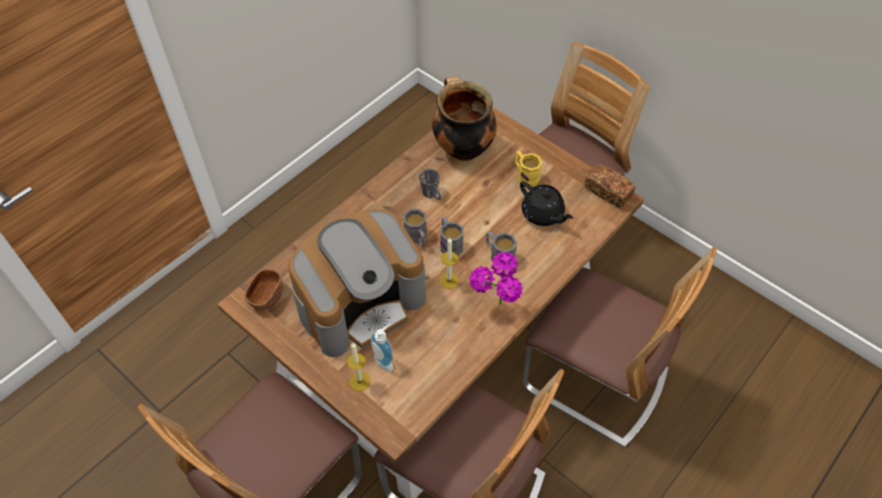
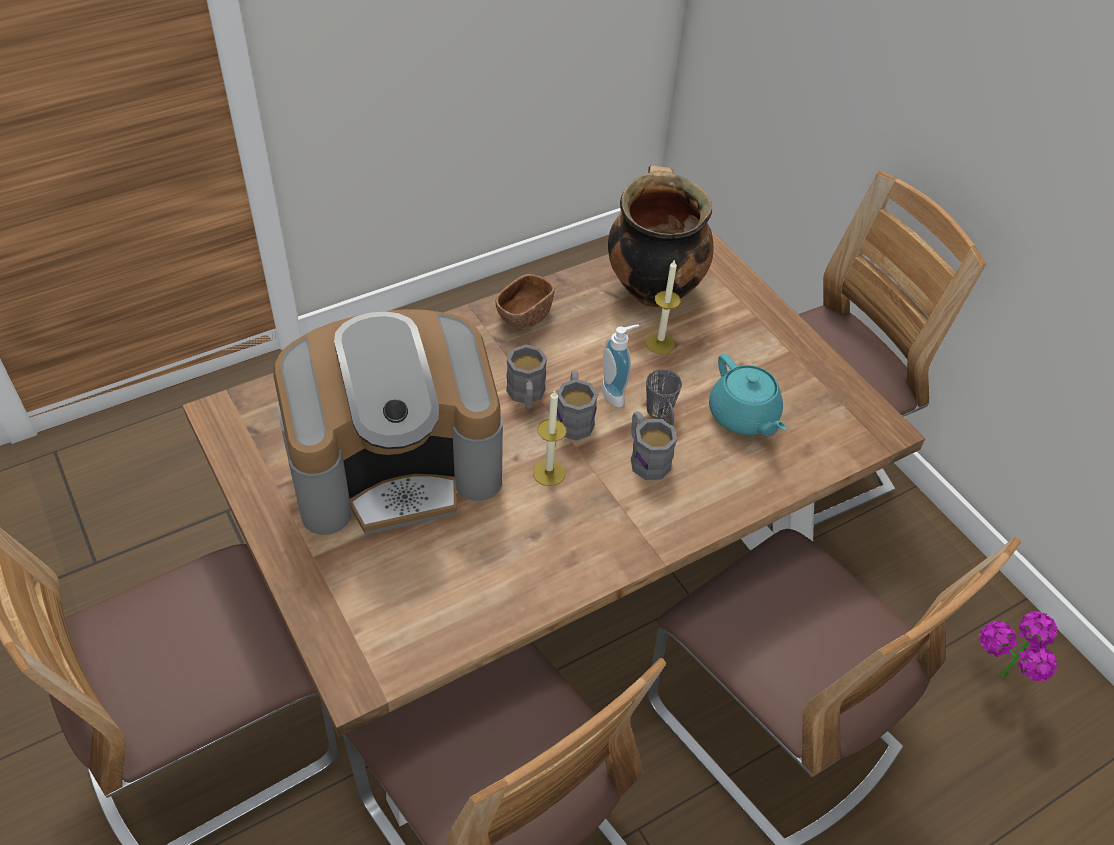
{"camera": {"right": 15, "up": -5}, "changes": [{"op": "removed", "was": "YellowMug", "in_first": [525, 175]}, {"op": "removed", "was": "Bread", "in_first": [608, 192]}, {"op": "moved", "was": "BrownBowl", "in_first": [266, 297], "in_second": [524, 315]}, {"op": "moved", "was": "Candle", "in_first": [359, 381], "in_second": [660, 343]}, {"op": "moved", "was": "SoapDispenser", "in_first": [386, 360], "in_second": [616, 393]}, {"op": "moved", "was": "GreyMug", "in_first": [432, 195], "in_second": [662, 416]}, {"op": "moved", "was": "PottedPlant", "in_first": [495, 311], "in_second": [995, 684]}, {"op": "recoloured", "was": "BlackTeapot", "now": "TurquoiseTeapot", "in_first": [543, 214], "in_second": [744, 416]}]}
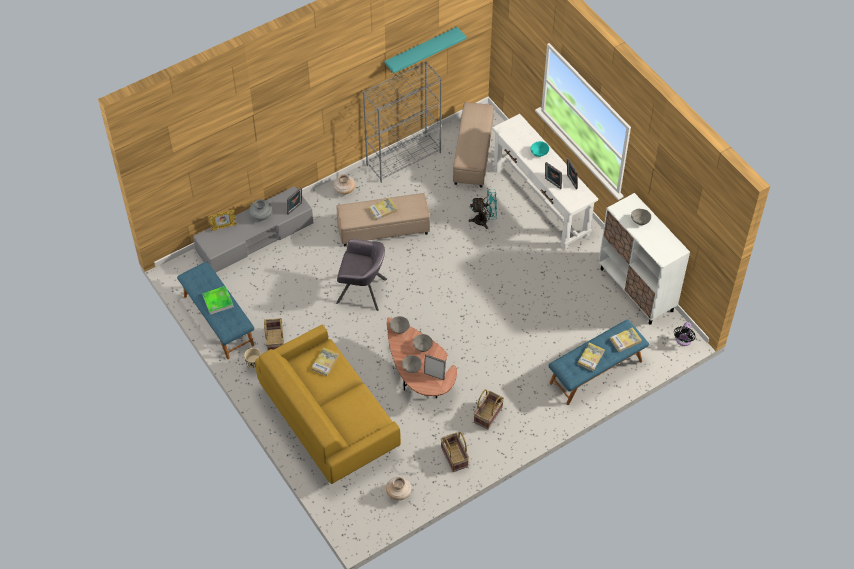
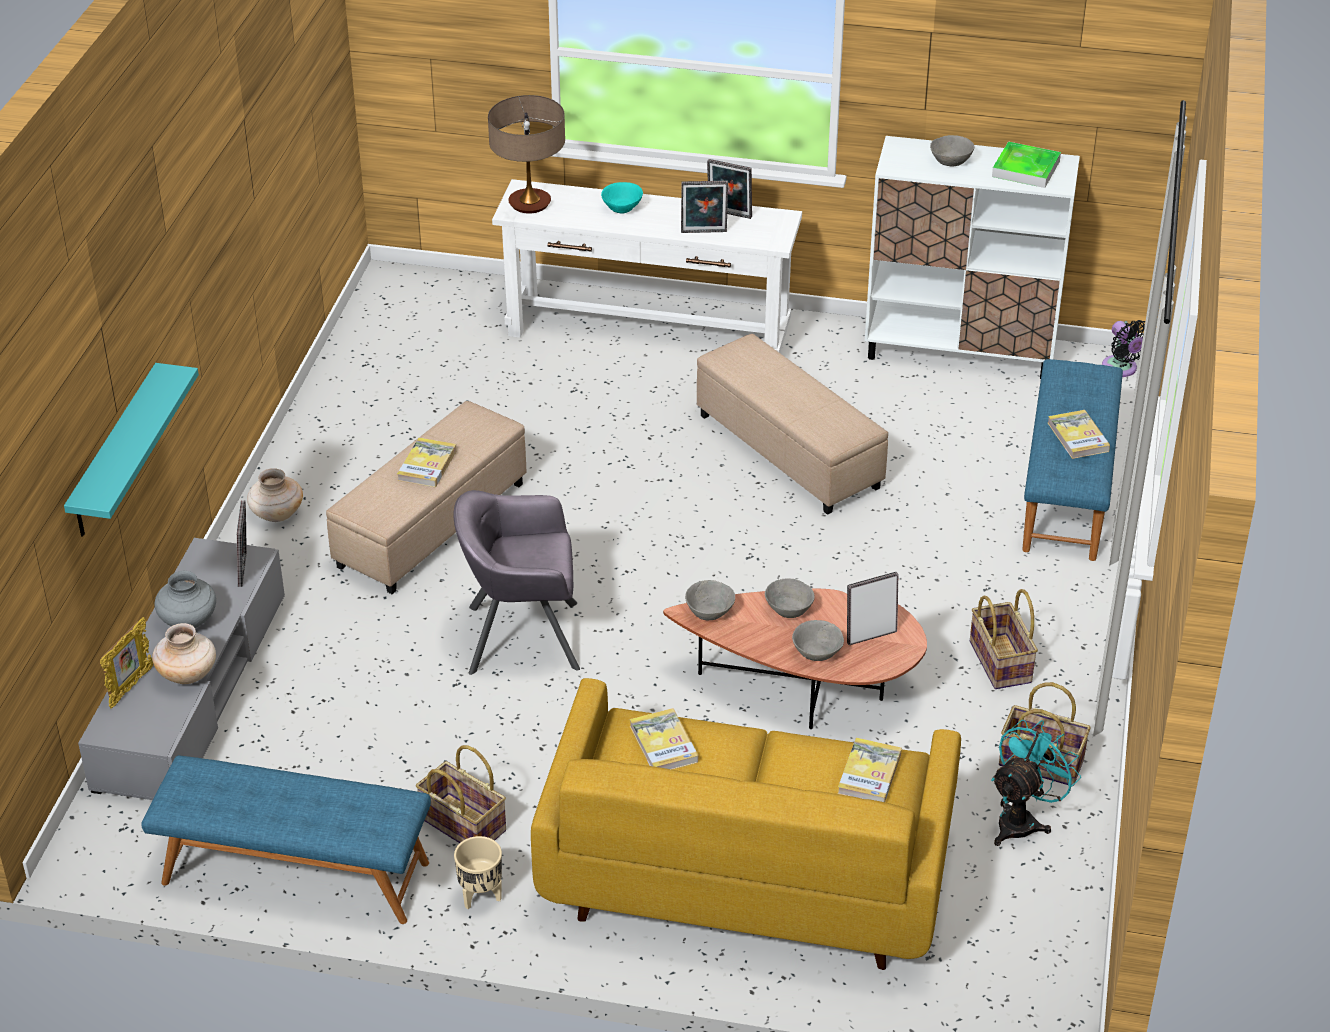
{"camera": {"right": -45, "up": -15}, "changes": [{"op": "removed", "was": "GreyBookcase", "in_first": [404, 158]}, {"op": "added", "now": "TableLamp", "in_second": [529, 203]}, {"op": "moved", "was": "Tray", "in_first": [218, 301], "in_second": [1026, 169]}, {"op": "moved", "was": "TurquoiseShelf", "in_first": [421, 50], "in_second": [115, 453]}, {"op": "moved", "was": "BeigeVase", "in_first": [399, 493], "in_second": [188, 675]}, {"op": "moved", "was": "BeigeOttoman", "in_first": [473, 154], "in_second": [789, 451]}, {"op": "moved", "was": "TurquoiseFan", "in_first": [484, 220], "in_second": [1022, 820]}, {"op": "moved", "was": "Book", "in_first": [625, 340], "in_second": [869, 774]}, {"op": "turned", "was": "GreyArmchair", "in_first": [362, 291], "in_second": [522, 637], "clockwise": -150}]}
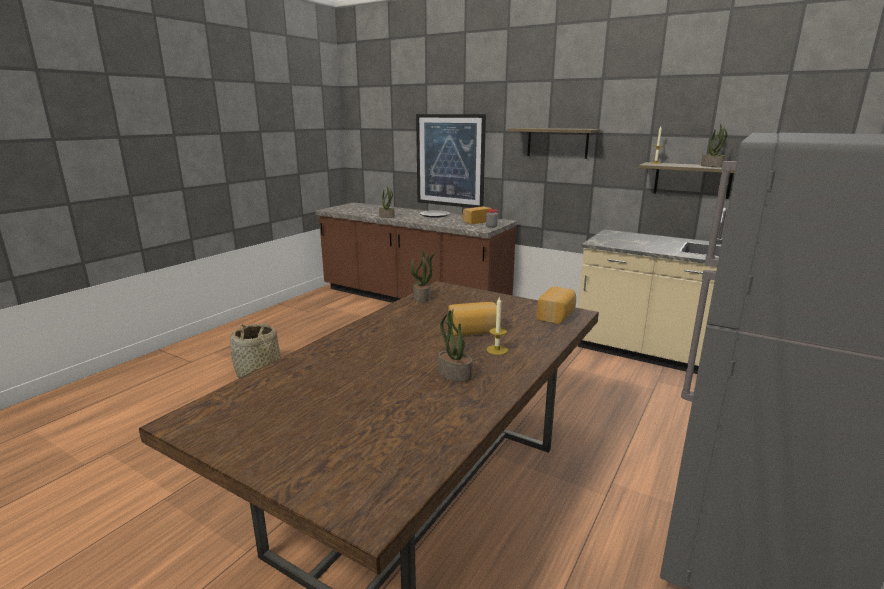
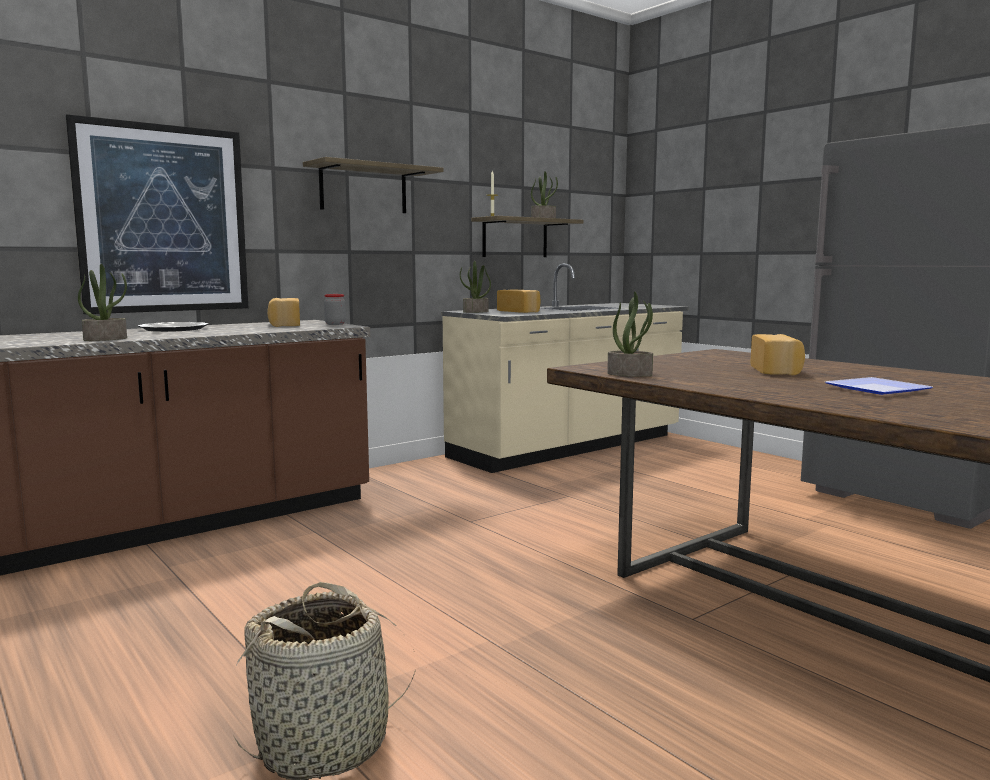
{"camera": {"right": -70, "up": -10}, "changes": [{"op": "removed", "was": "Candle", "in_first": [497, 350]}, {"op": "added", "now": "Plate", "in_second": [881, 390]}, {"op": "moved", "was": "PottedPlant", "in_first": [454, 374], "in_second": [475, 312]}, {"op": "moved", "was": "Bread", "in_first": [557, 315], "in_second": [519, 311]}]}
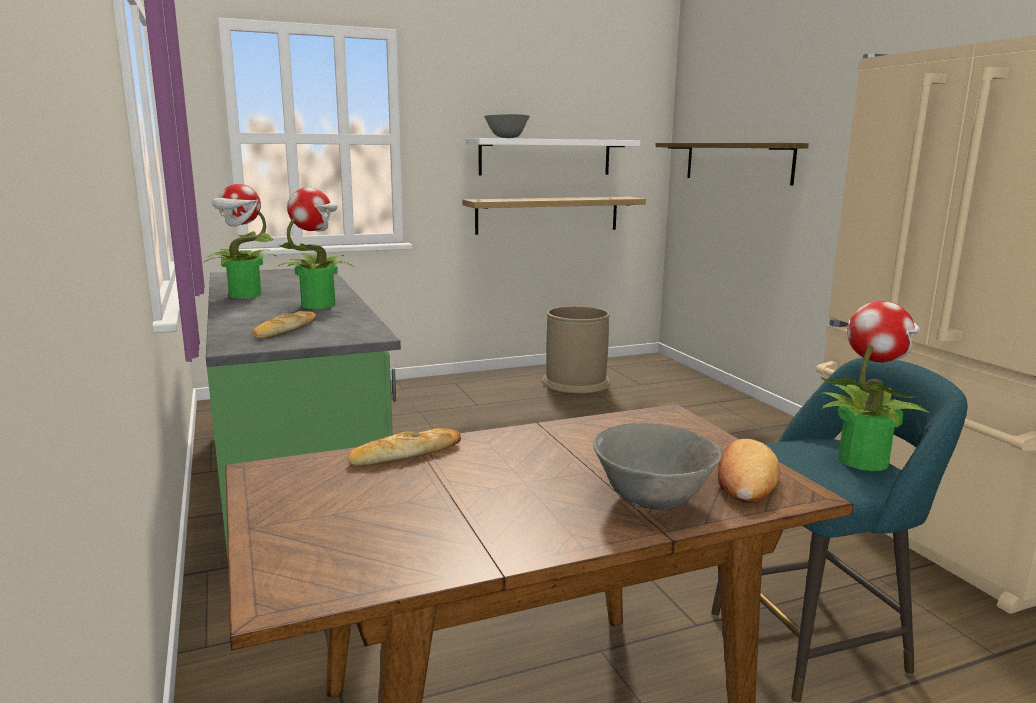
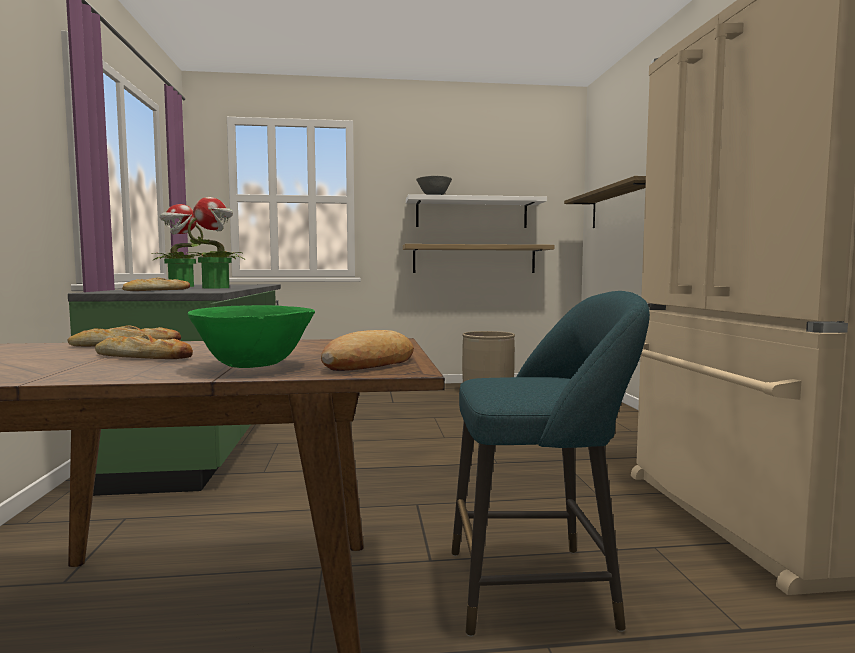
{"camera": {"right": 15, "up": -10}, "changes": [{"op": "removed", "was": "PottedPlant", "in_first": [862, 460]}, {"op": "added", "now": "Bread", "in_second": [143, 357]}, {"op": "recoloured", "was": "GreyBowl", "now": "GreenBowl", "in_first": [652, 500], "in_second": [255, 366]}]}
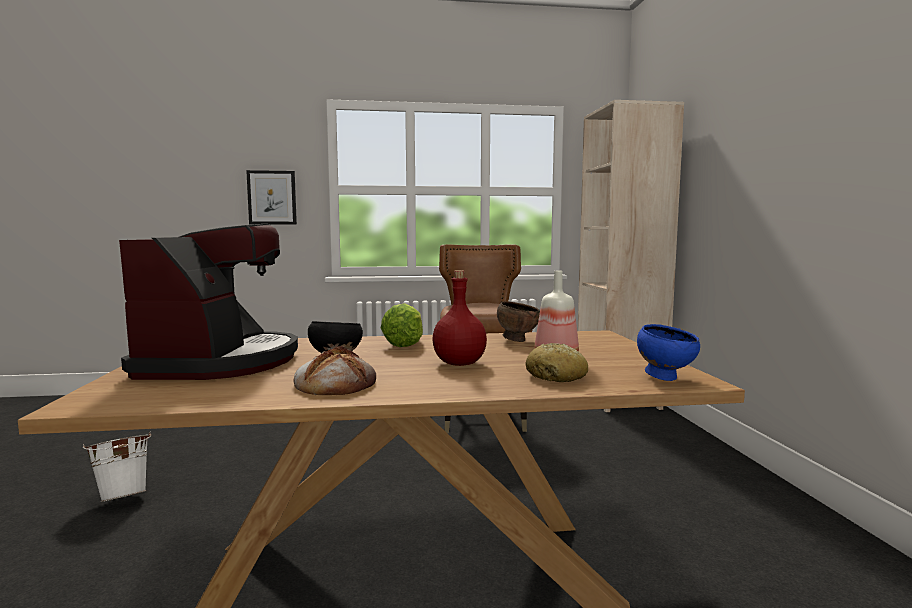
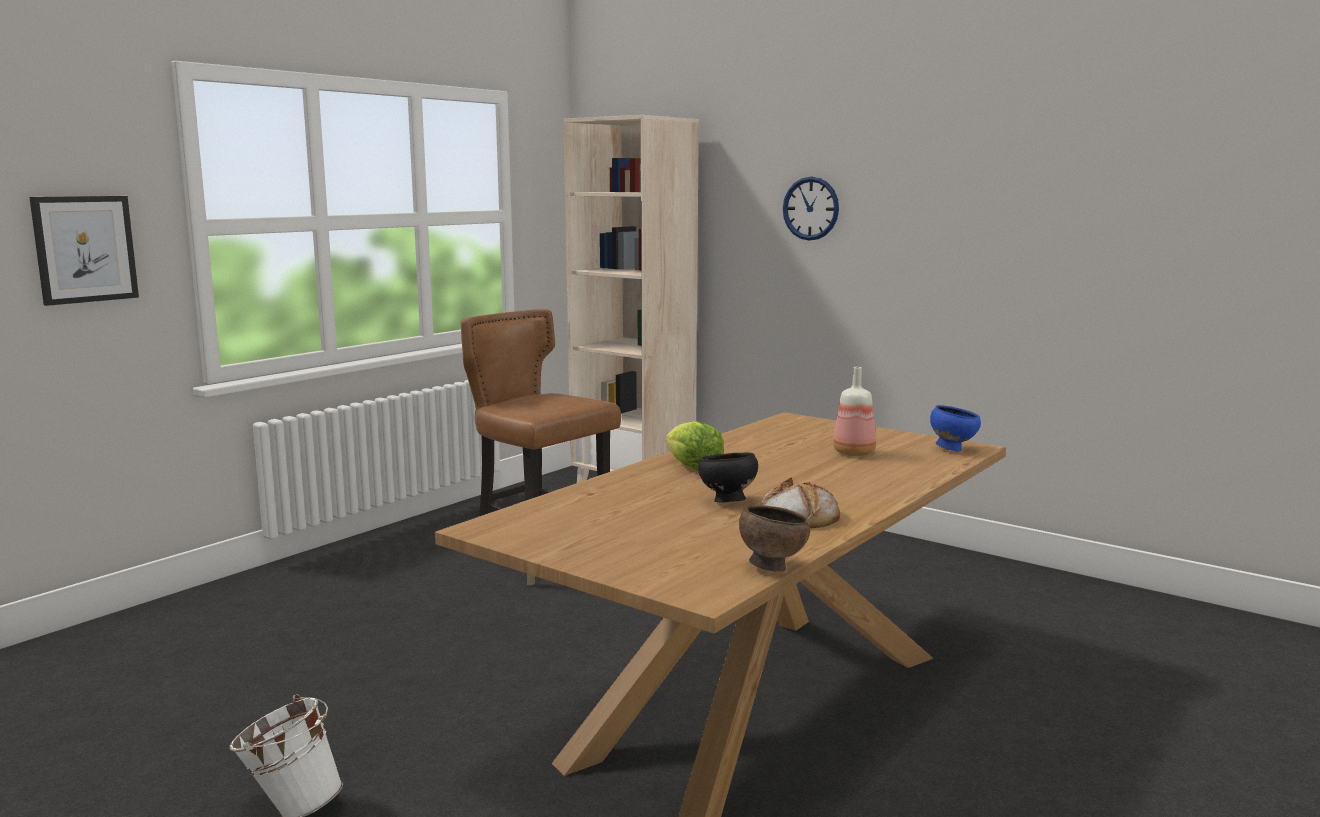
{"camera": {"right": -45, "up": 5}, "changes": [{"op": "removed", "was": "CoffeeMachine", "in_first": [221, 362]}, {"op": "removed", "was": "RedBottle", "in_first": [458, 363]}, {"op": "removed", "was": "Bread", "in_first": [556, 377]}, {"op": "added", "now": "WallClock", "in_second": [810, 208]}, {"op": "moved", "was": "BrownBowl", "in_first": [517, 340], "in_second": [772, 567]}]}
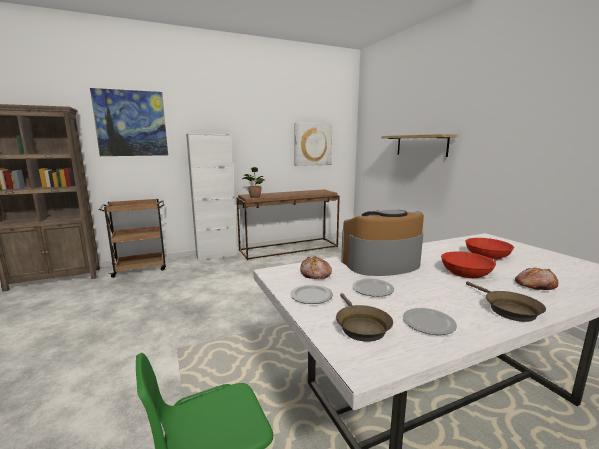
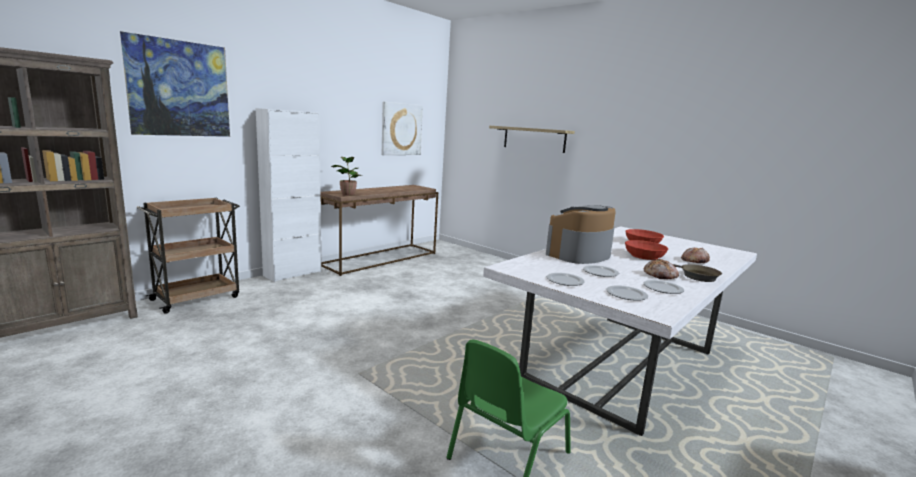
{"camera": {"right": -25, "up": 0}, "changes": [{"op": "moved", "was": "Bread", "in_first": [315, 274], "in_second": [660, 275]}, {"op": "replaced", "was": "BrownFryingPan", "now": "Plate", "in_first": [360, 326], "in_second": [626, 295]}]}
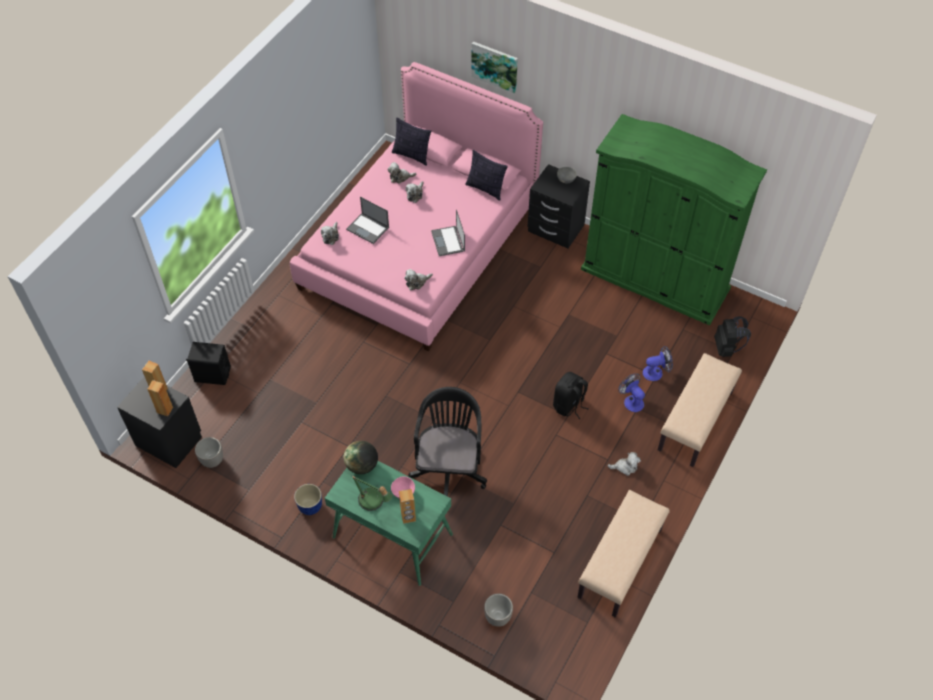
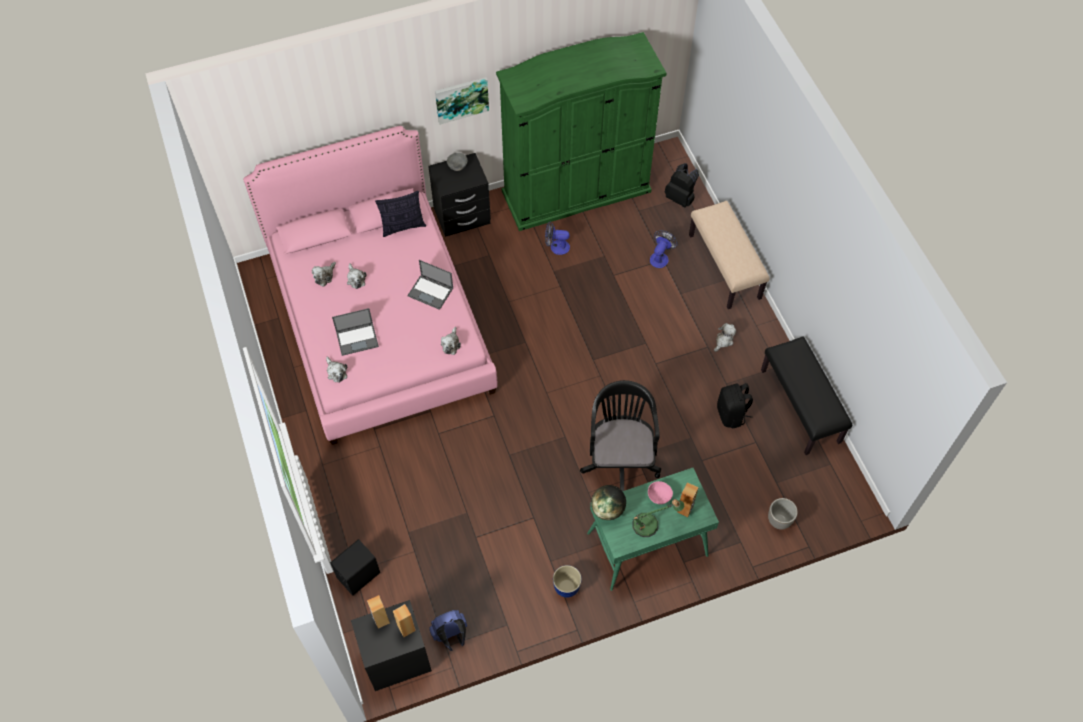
{"camera": {"right": -50, "up": 5}, "changes": [{"op": "removed", "was": "Pillow", "in_first": [412, 155]}, {"op": "moved", "was": "Picture", "in_first": [495, 66], "in_second": [461, 99]}, {"op": "moved", "was": "BlackBackpack", "in_first": [569, 405], "in_second": [731, 414]}, {"op": "moved", "was": "Fan", "in_first": [631, 400], "in_second": [556, 247]}, {"op": "replaced", "was": "Planter", "now": "BlueBackpack", "in_first": [212, 461], "in_second": [451, 635]}, {"op": "recoloured", "was": "BeigeBench", "now": "BlackBench", "in_first": [620, 564], "in_second": [801, 406]}, {"op": "turned", "was": "BlackOfficeChair", "in_first": [449, 468], "in_second": [620, 459], "clockwise": 45}]}
